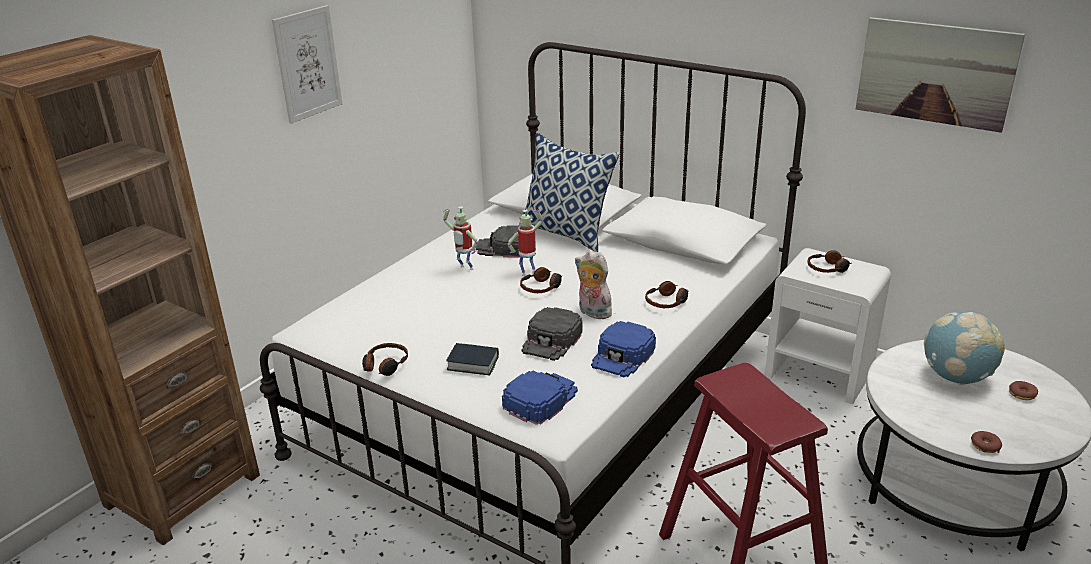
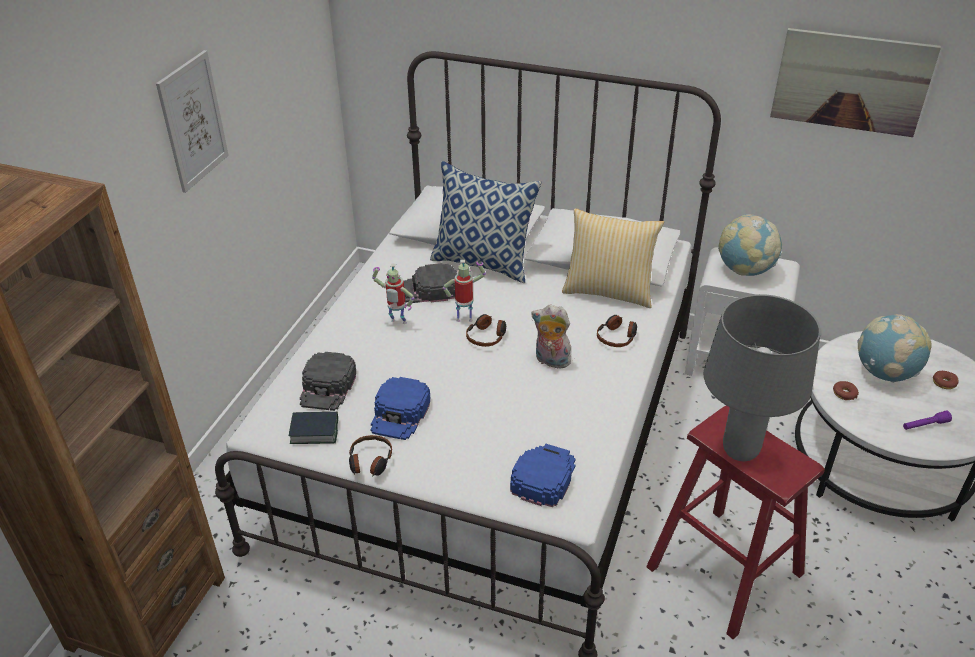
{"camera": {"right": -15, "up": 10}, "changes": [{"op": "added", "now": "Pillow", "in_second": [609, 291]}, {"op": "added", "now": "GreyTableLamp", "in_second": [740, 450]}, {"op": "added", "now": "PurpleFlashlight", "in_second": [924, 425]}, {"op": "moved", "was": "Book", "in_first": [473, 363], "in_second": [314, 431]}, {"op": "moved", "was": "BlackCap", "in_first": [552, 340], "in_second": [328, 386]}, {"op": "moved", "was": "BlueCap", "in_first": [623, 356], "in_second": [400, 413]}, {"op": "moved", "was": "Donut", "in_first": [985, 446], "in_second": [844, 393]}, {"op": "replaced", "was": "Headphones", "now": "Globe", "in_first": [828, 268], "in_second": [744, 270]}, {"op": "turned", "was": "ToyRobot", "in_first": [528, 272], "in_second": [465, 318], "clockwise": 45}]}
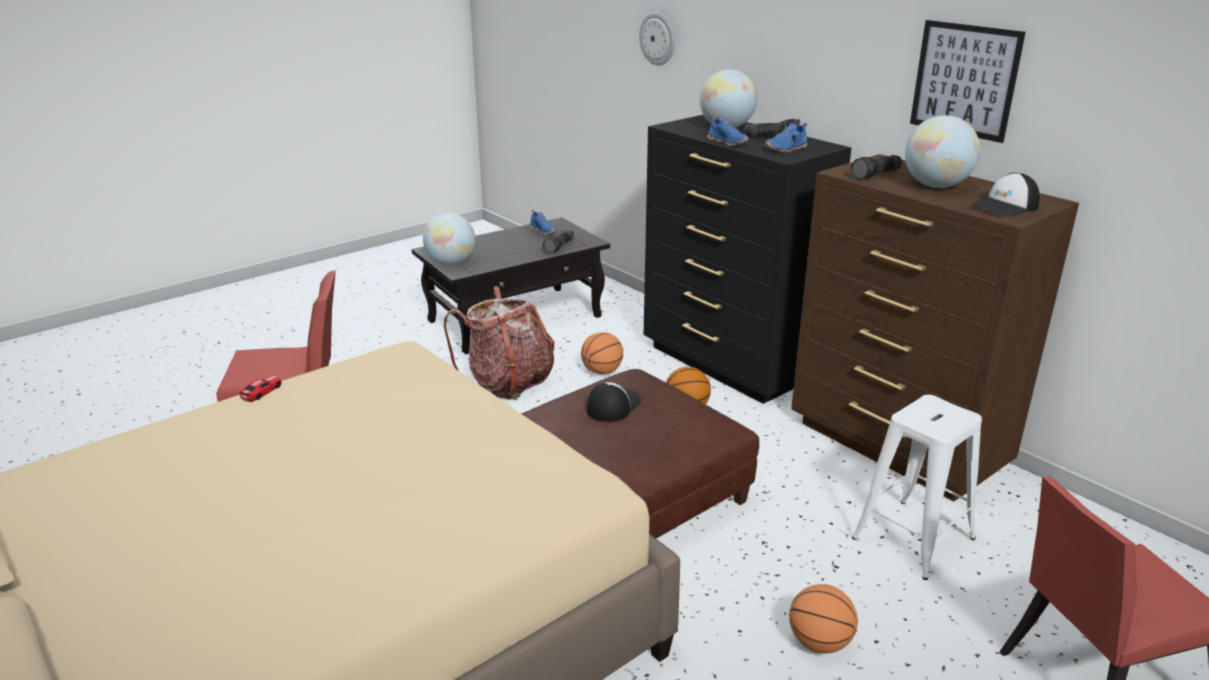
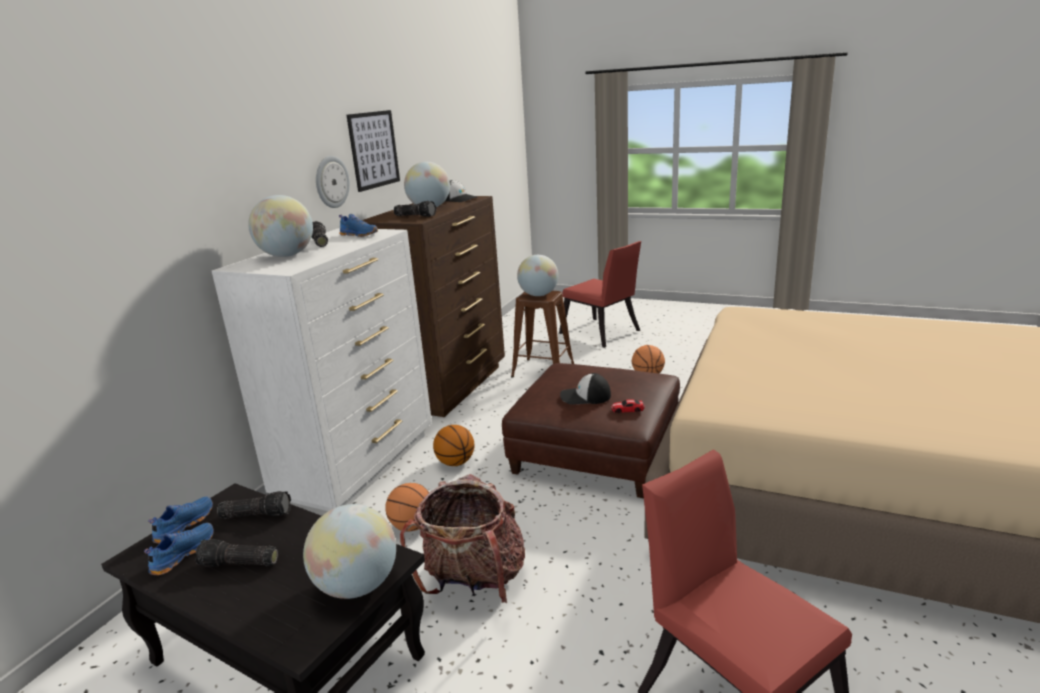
{"camera": {"right": -115, "up": -5}, "changes": [{"op": "added", "now": "Flashlight", "in_second": [239, 564]}, {"op": "added", "now": "Globe", "in_second": [538, 295]}, {"op": "moved", "was": "ToyCar", "in_first": [261, 392], "in_second": [627, 409]}, {"op": "moved", "was": "WallClock", "in_first": [658, 38], "in_second": [331, 182]}, {"op": "moved", "was": "BlueShoe", "in_first": [728, 142], "in_second": [183, 525]}, {"op": "recoloured", "was": "BlackDresser", "now": "WhiteDresser", "in_first": [729, 364], "in_second": [359, 465]}, {"op": "recoloured", "was": "WhiteStool", "now": "BrownStool", "in_first": [913, 538], "in_second": [543, 370]}]}
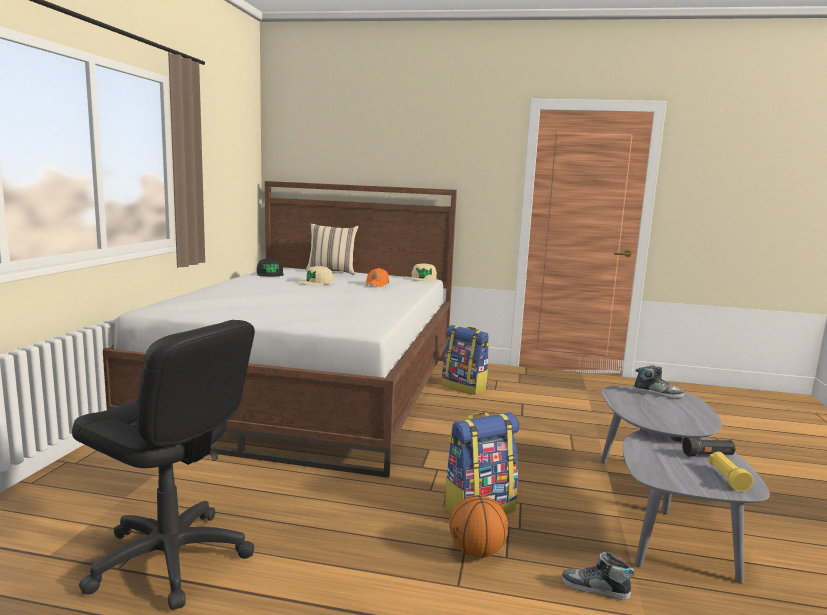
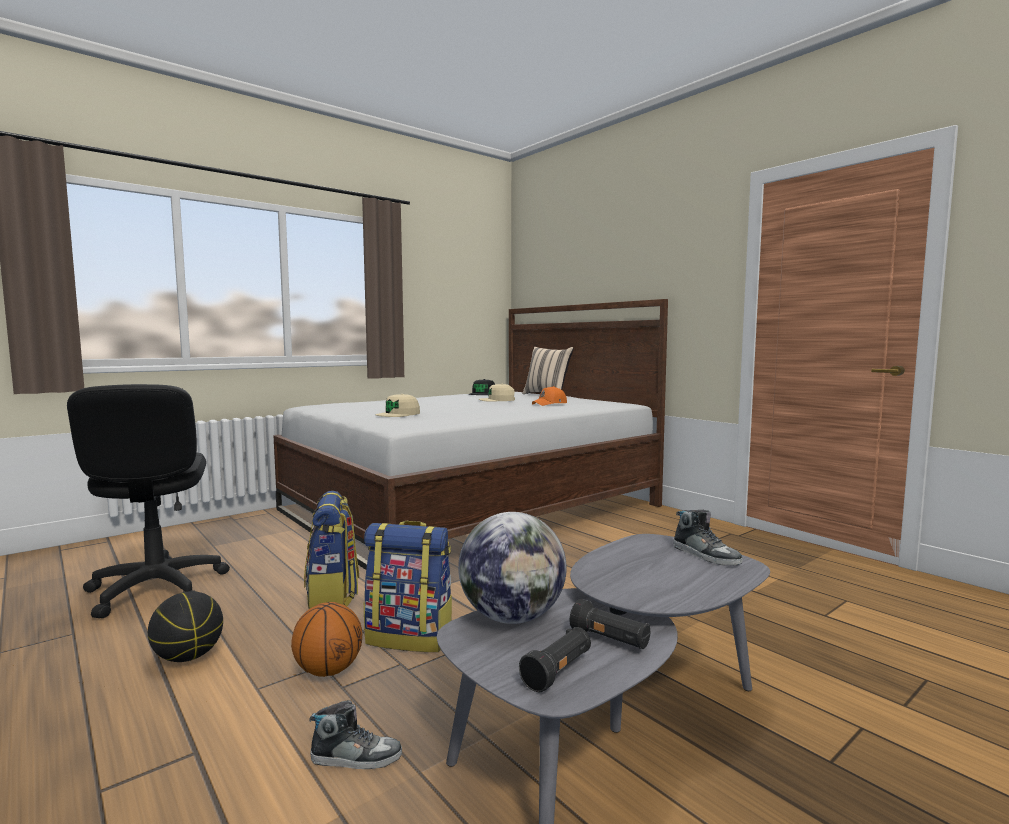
{"camera": {"right": 40, "up": -5}, "changes": [{"op": "added", "now": "Basketball", "in_second": [189, 657]}, {"op": "added", "now": "Globe", "in_second": [512, 617]}, {"op": "moved", "was": "BeigeCap", "in_first": [424, 278], "in_second": [398, 414]}, {"op": "moved", "was": "Backpack", "in_first": [465, 387], "in_second": [333, 595]}, {"op": "recoloured", "was": "YellowFlashlight", "now": "BlackFlashlight", "in_first": [727, 479], "in_second": [558, 672]}, {"op": "turned", "was": "Shoe", "in_first": [595, 588], "in_second": [356, 757], "clockwise": 120}]}
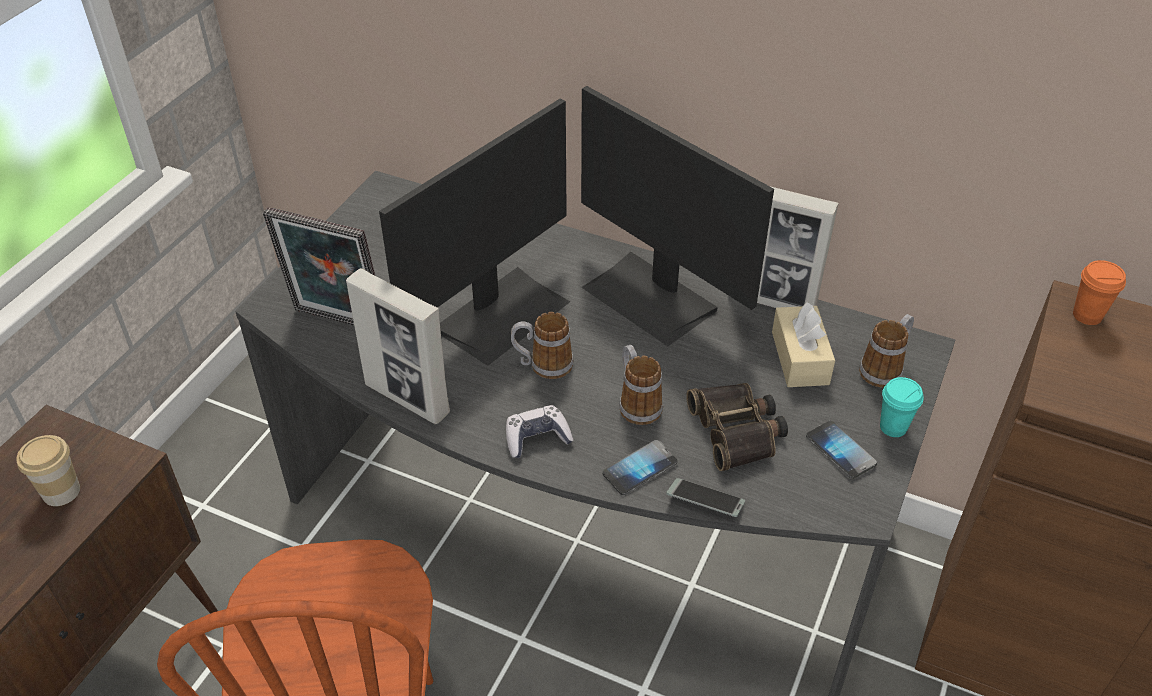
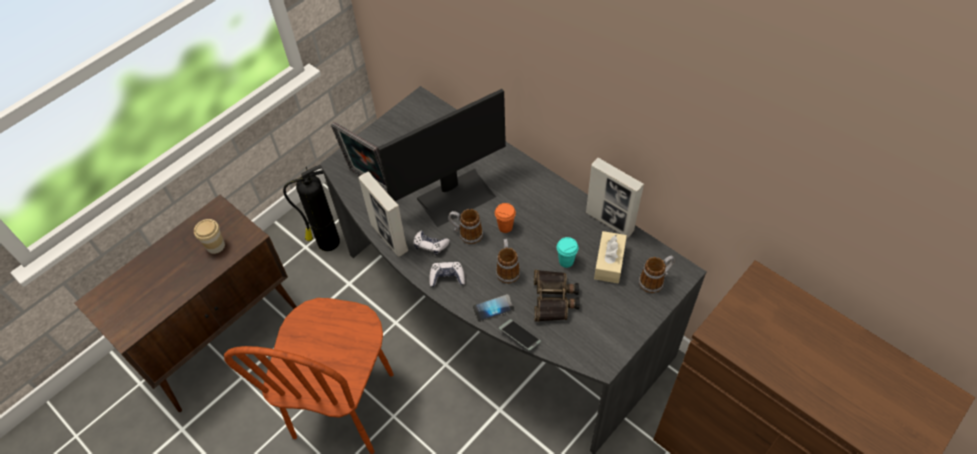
{"camera": {"right": 20, "up": 10}, "changes": [{"op": "removed", "was": "Monitor", "in_first": [651, 297]}, {"op": "removed", "was": "Phone", "in_first": [840, 451]}, {"op": "added", "now": "FireExtinguisher", "in_second": [327, 242]}, {"op": "added", "now": "GameController", "in_second": [430, 245]}, {"op": "moved", "was": "TurquoiseCup", "in_first": [893, 427], "in_second": [566, 261]}, {"op": "moved", "was": "OrangeCup", "in_first": [1087, 315], "in_second": [505, 227]}]}
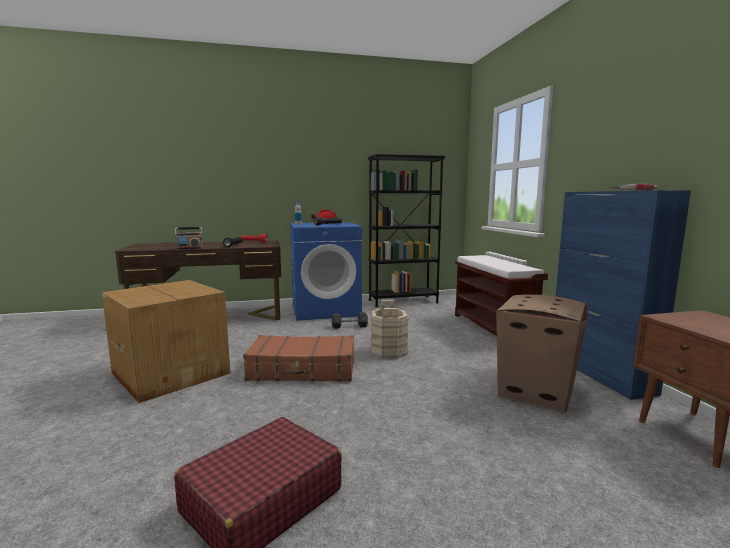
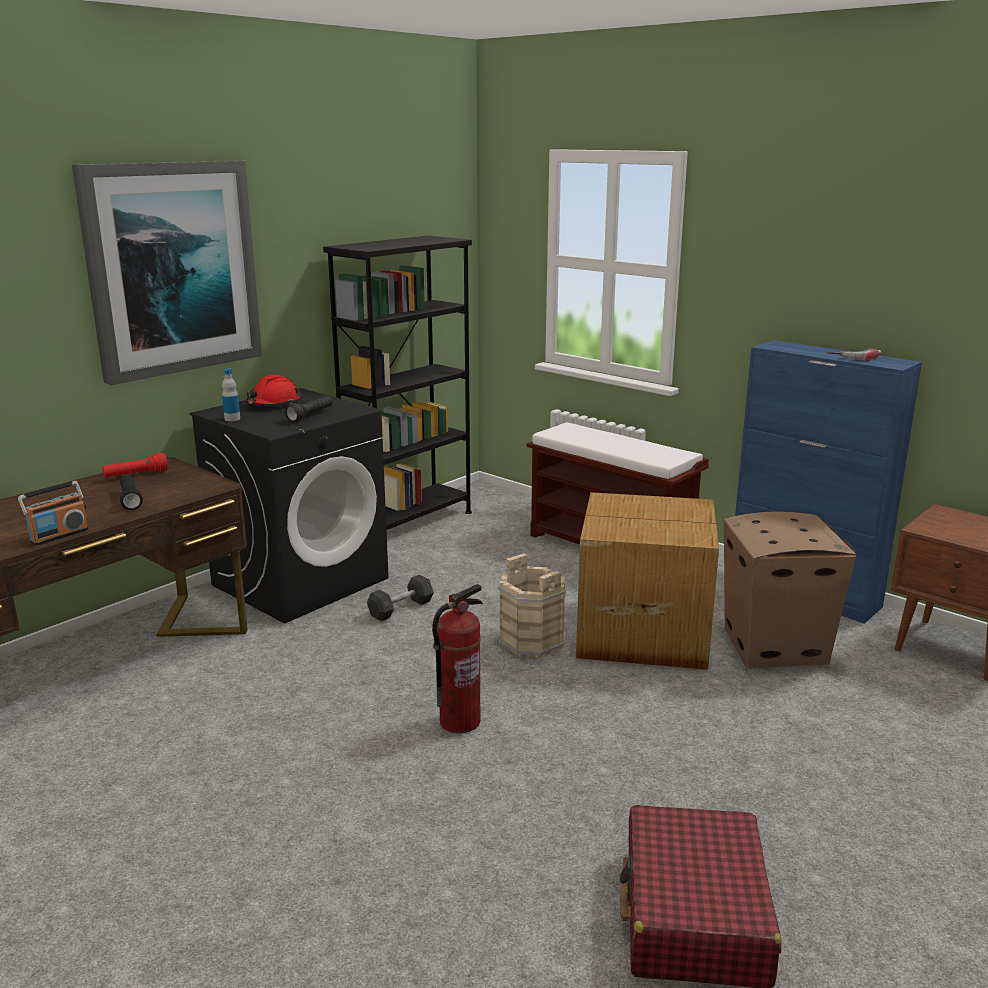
{"camera": {"right": -35, "up": 10}, "changes": [{"op": "added", "now": "Picture", "in_second": [172, 268]}, {"op": "moved", "was": "CardboardBox", "in_first": [172, 372], "in_second": [641, 631]}, {"op": "replaced", "was": "BrownSuitcase", "now": "FireExtinguisher", "in_first": [302, 370], "in_second": [460, 722]}, {"op": "recoloured", "was": "BlueWashingMachine", "now": "BlackWashingMachine", "in_first": [326, 310], "in_second": [301, 581]}]}
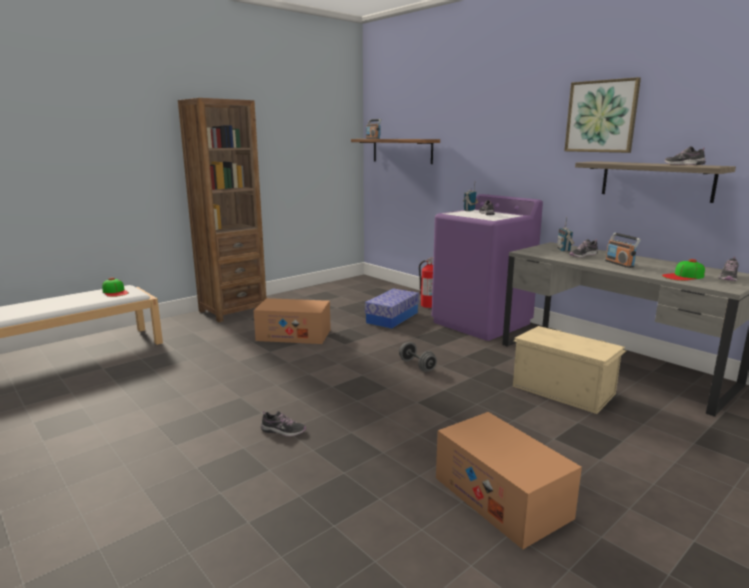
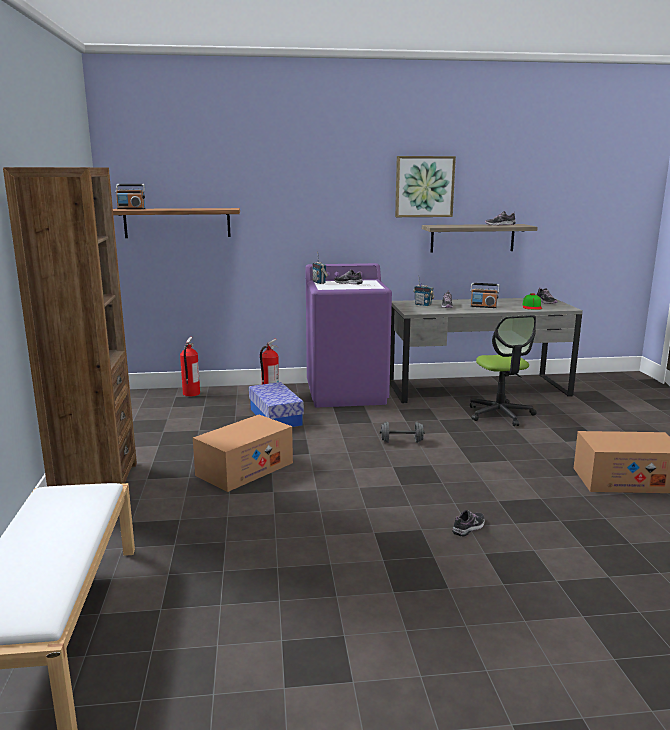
{"camera": {"right": -55, "up": 0}, "changes": [{"op": "removed", "was": "Cap", "in_first": [115, 292]}, {"op": "added", "now": "FireExtinguisher", "in_second": [191, 394]}, {"op": "replaced", "was": "BeigeStorageBox", "now": "OfficeChair", "in_first": [563, 389], "in_second": [500, 414]}]}
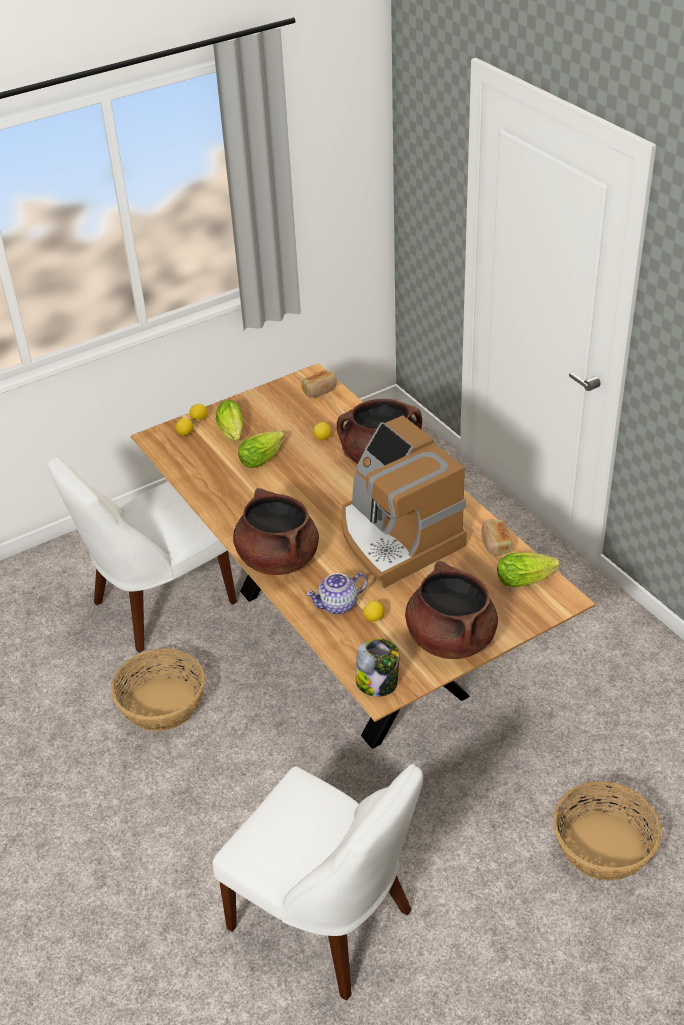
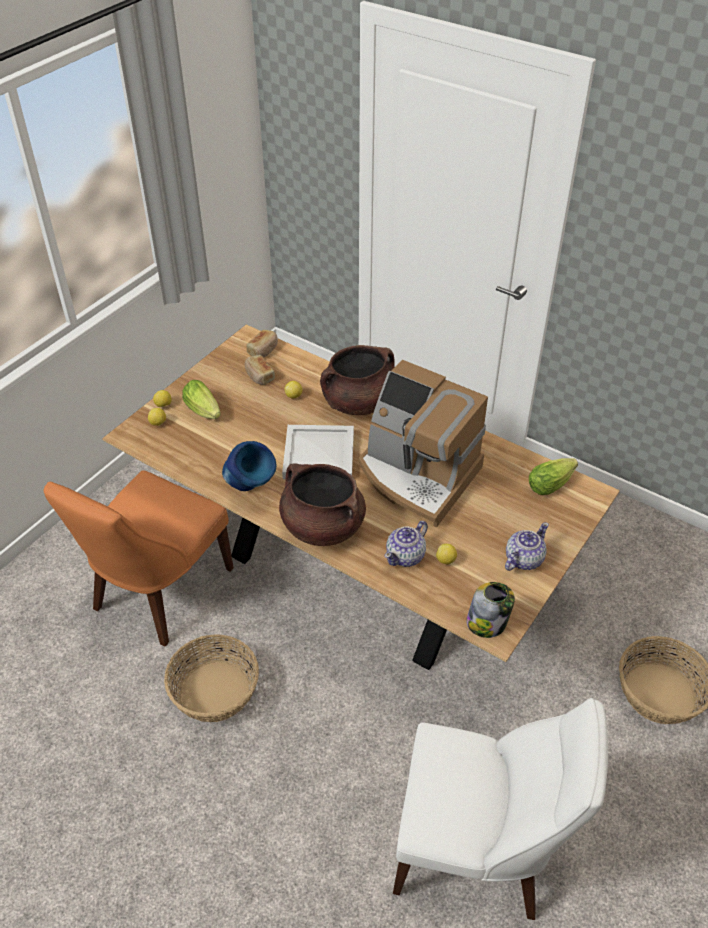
{"camera": {"right": -25, "up": 5}, "changes": [{"op": "removed", "was": "Lettuce", "in_first": [264, 457]}, {"op": "added", "now": "BlueVase", "in_second": [250, 492]}, {"op": "added", "now": "WhiteTray", "in_second": [320, 454]}, {"op": "moved", "was": "Bread", "in_first": [495, 544], "in_second": [259, 376]}, {"op": "replaced", "was": "BrownCookingPot", "now": "Teapot", "in_first": [450, 639], "in_second": [523, 559]}, {"op": "recoloured", "was": "WhiteChair", "now": "OrangeChair", "in_first": [158, 604], "in_second": [158, 592]}]}
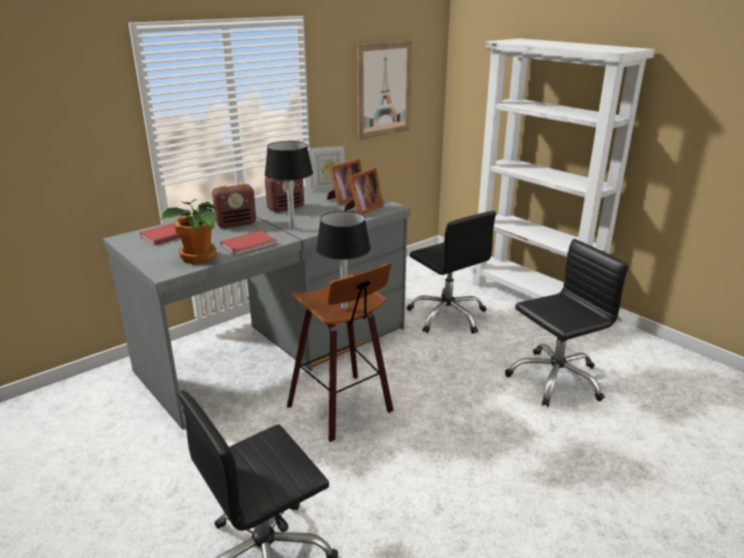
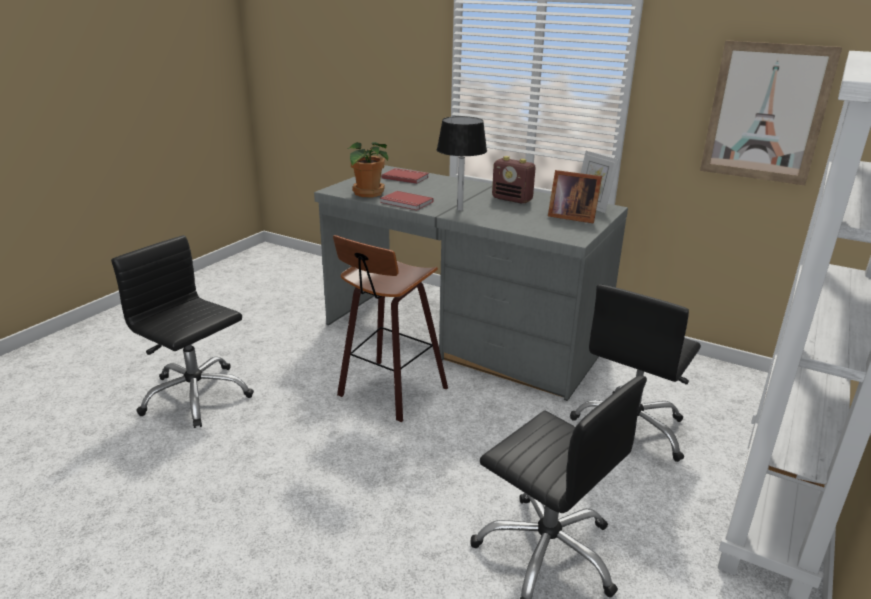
{"camera": {"right": 70, "up": 0}, "changes": [{"op": "removed", "was": "Radio", "in_first": [236, 224]}, {"op": "removed", "was": "BlackTableLamp", "in_first": [344, 307]}, {"op": "removed", "was": "PictureFrame", "in_first": [363, 209]}]}
